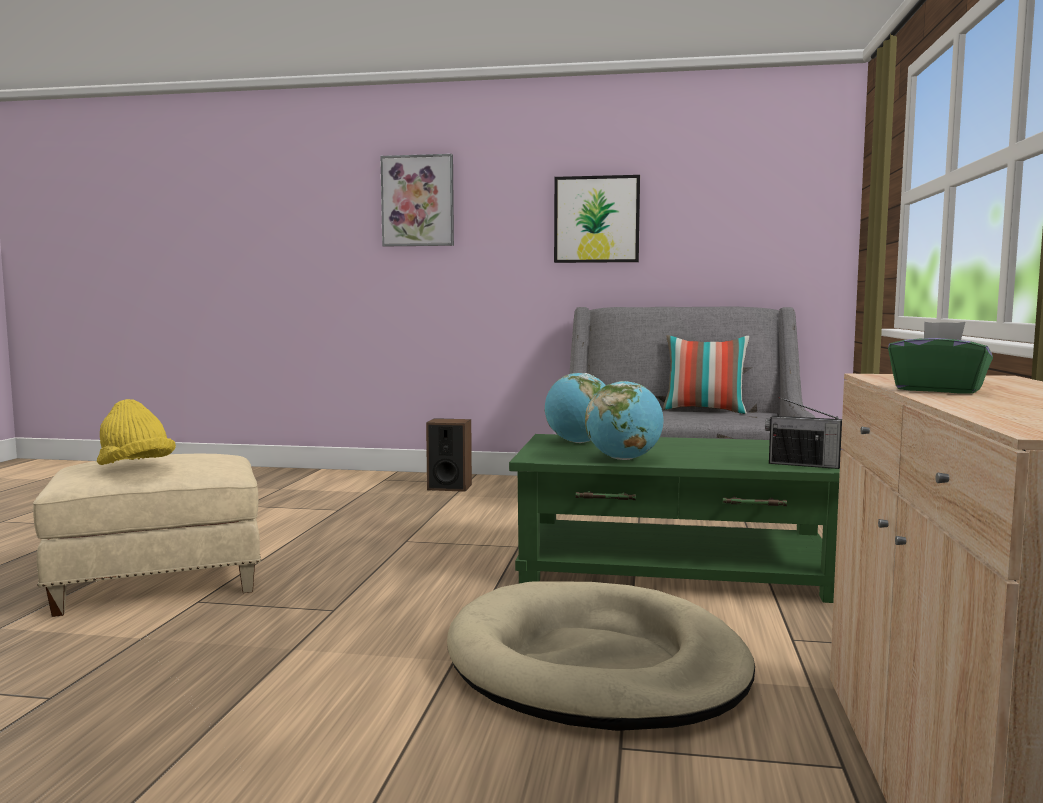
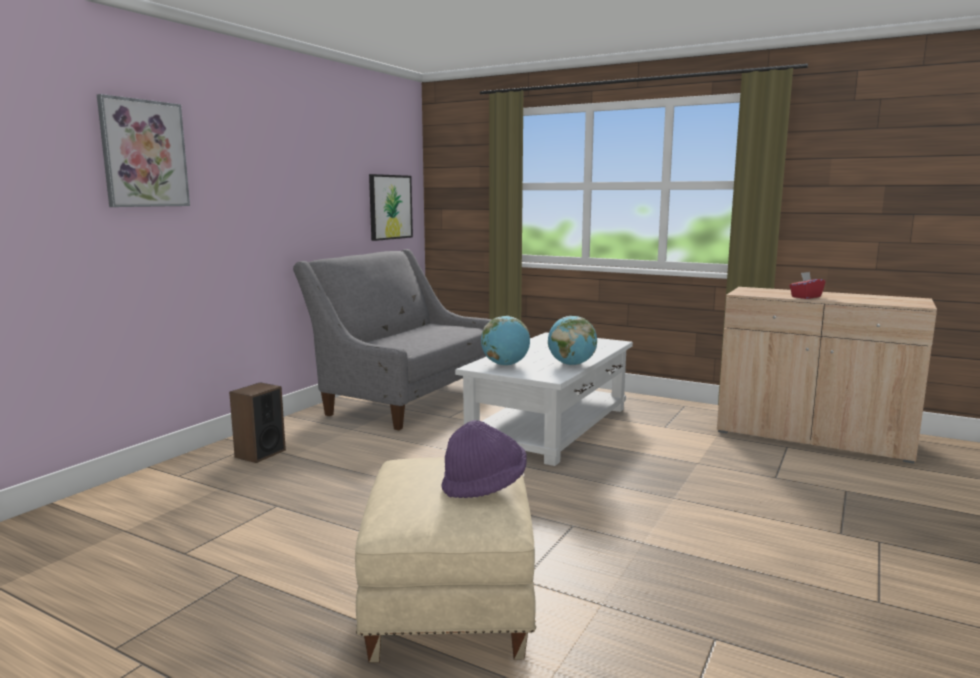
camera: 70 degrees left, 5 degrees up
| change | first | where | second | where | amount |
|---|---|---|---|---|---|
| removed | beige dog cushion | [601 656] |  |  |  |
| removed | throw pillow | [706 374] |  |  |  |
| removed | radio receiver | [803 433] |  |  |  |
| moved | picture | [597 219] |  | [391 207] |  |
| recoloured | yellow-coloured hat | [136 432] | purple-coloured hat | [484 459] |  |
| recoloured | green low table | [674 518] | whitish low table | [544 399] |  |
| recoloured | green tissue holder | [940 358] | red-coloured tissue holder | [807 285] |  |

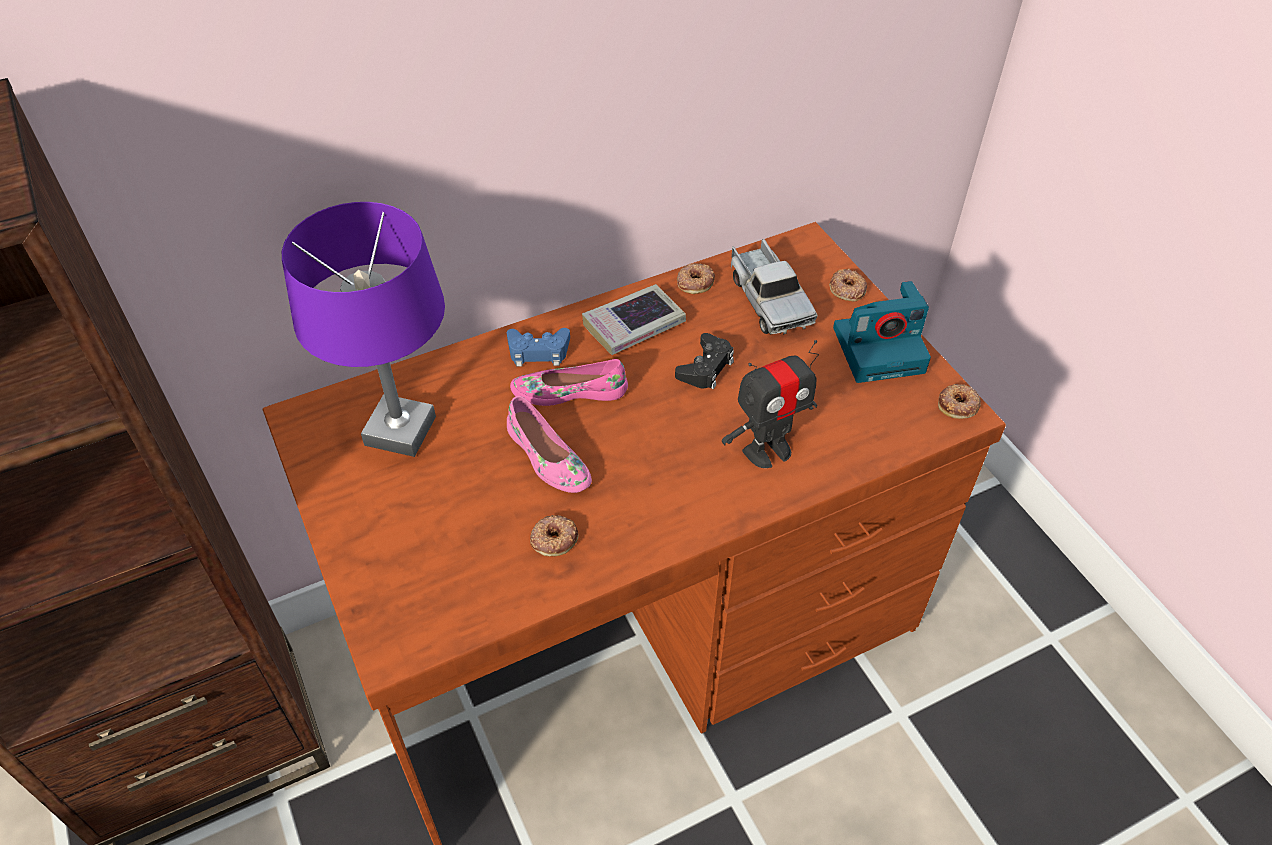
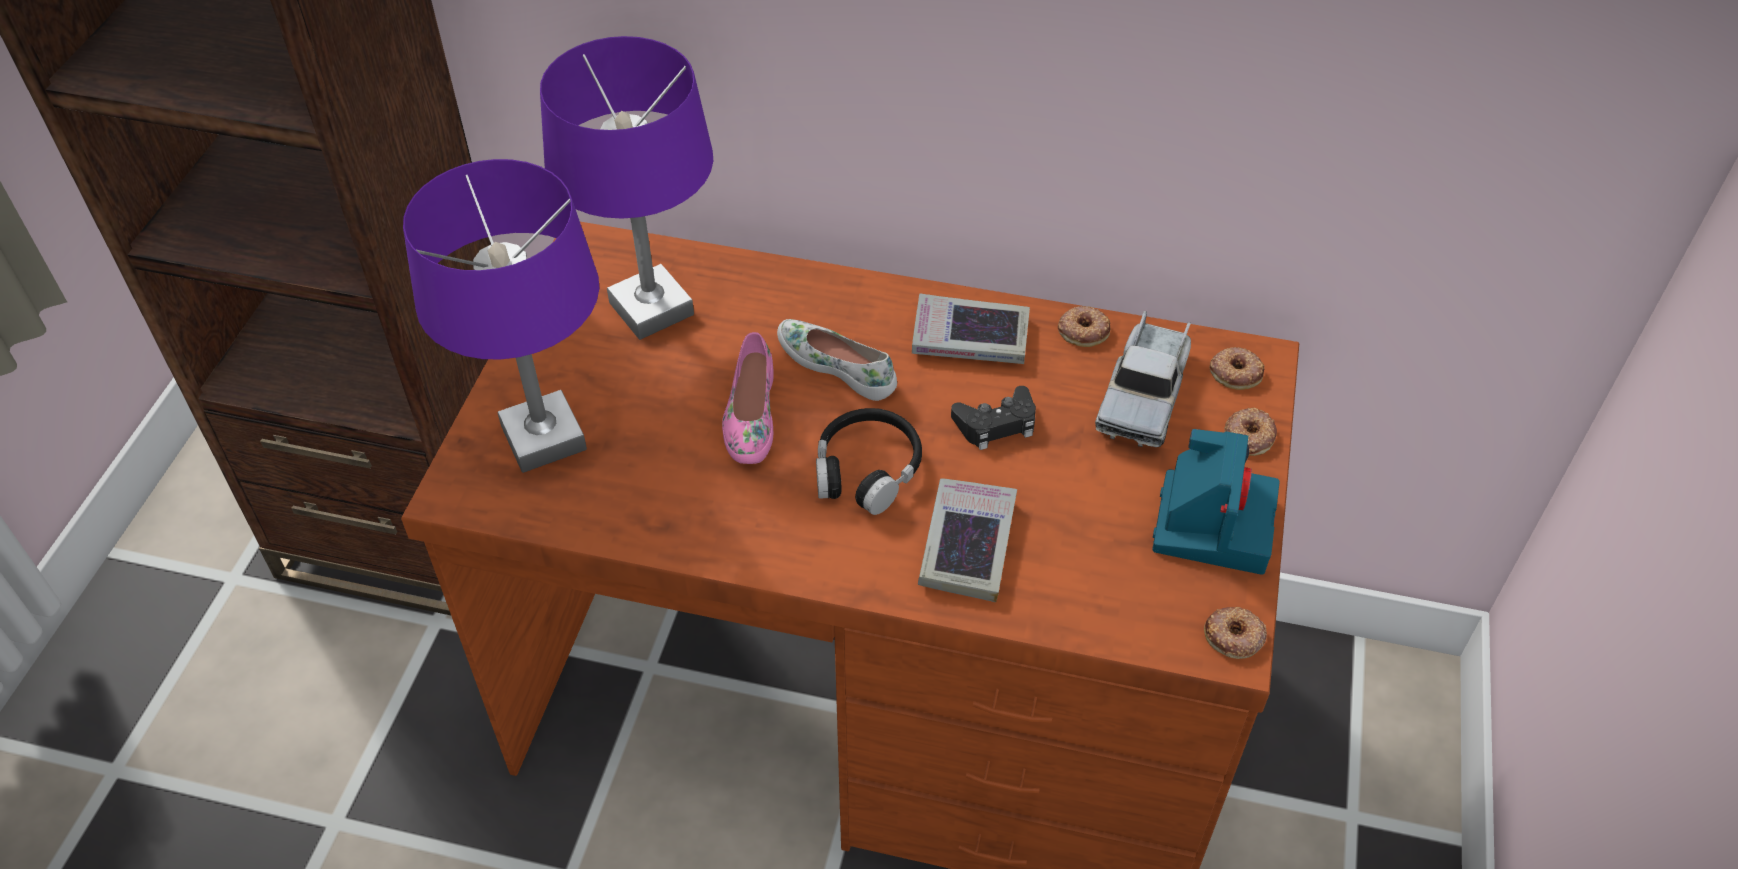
camera: 40 degrees right, 0 degrees up
| change | first | where | second | where | amount |
|---|---|---|---|---|---|
| removed | blue gamepad | [538 347] |  |  |  |
| added |  |  | purple-coloured tabletop lamp | [501 316] |  |
| added |  |  | black-coloured headphones | [869 461] |  |
| moved | donut | [554 535] |  | [1237 368] |  |
| replaced | robot figure | [770 404] | bound book | [967 540] |  |
| recoloured | pinkish shoe | [569 382] | whitish shoe | [837 360] |  |
| turned | photo camera | [882 332] |  | [1216 502] | 105 degrees counterclockwise |

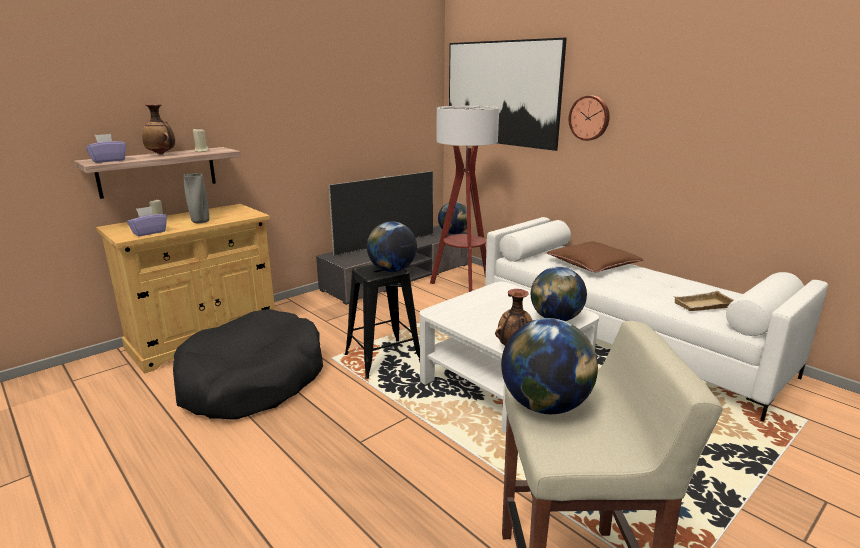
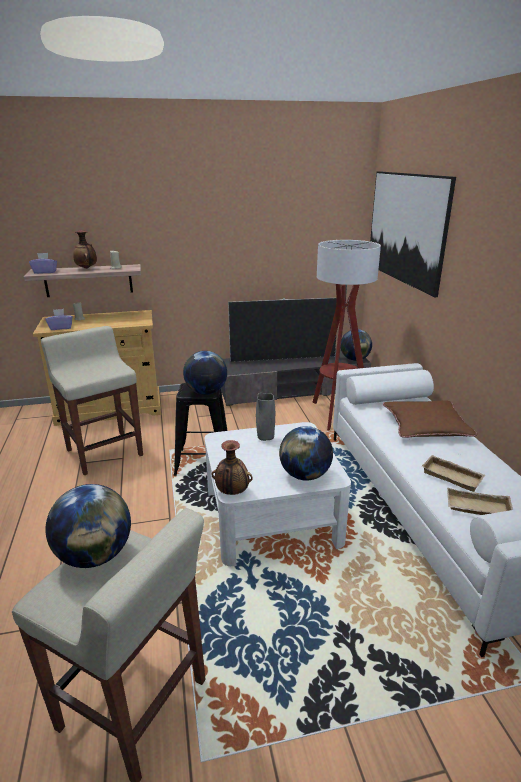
camera: 30 degrees right, 5 degrees up
| change | first | where | second | where | amount |
|---|---|---|---|---|---|
| removed | clock on the wall | [589 118] |  |  |  |
| added |  |  | beige serving tray | [453 473] |  |
| moved | gray vase | [196 198] |  | [265 417] |  |
| replaced | black-coloured dog cushion | [248 364] | beige stool seat | [92 400] |  |

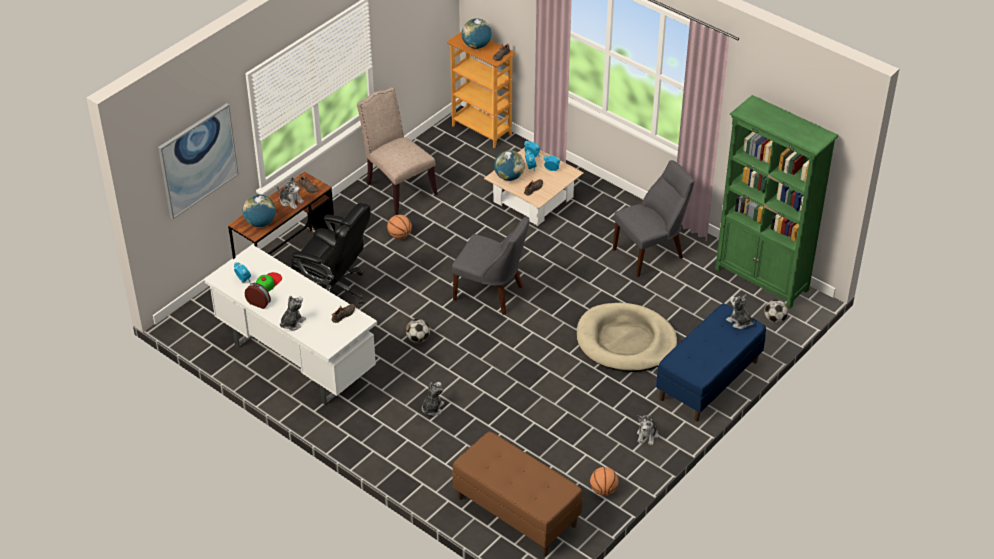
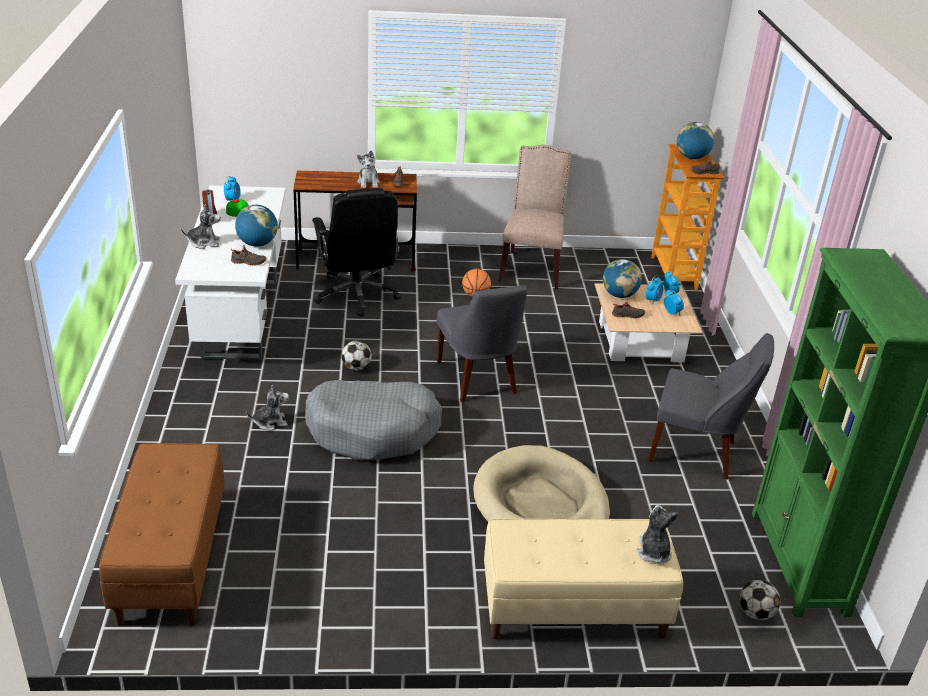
camera: 45 degrees right, 10 degrees down
| change | first | where | second | where | amount |
|---|---|---|---|---|---|
| removed | picture | [198 161] |  |  |  |
| removed | basketball ball | [604 481] |  |  |  |
| removed | cuddly toy | [647 429] |  |  |  |
| added |  |  | gray dog cushion | [373 420] |  |
| moved | desk globe | [259 211] |  | [256 226] |  |
| recoloured | blue bench | [711 362] | beige bench | [583 578] |  |

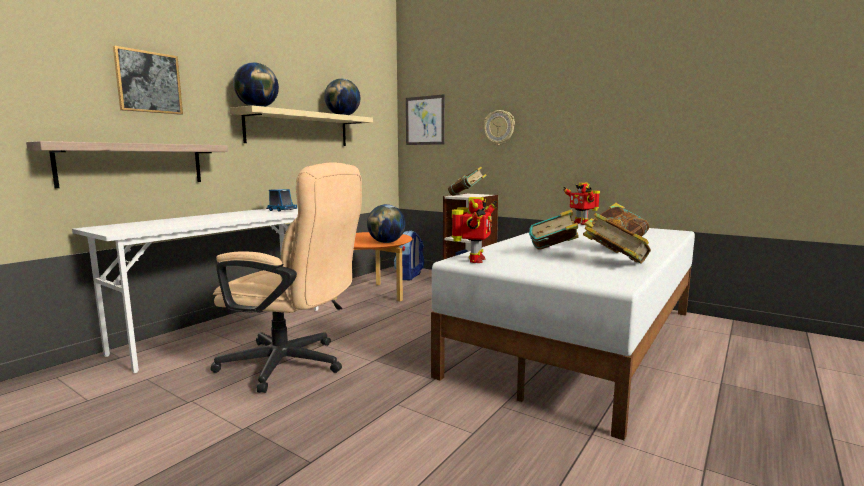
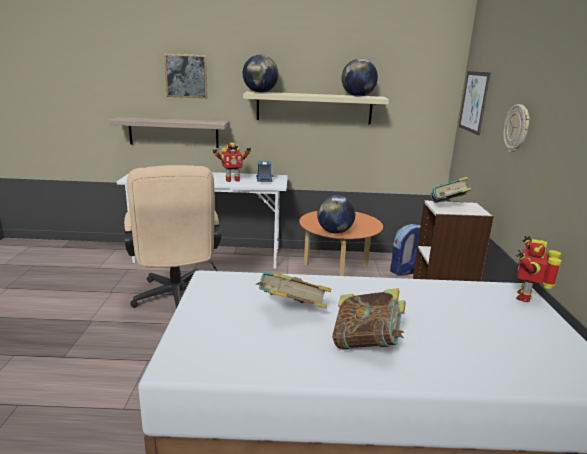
camera: 55 degrees right, 10 degrees up
| change | first | where | second | where | amount |
|---|---|---|---|---|---|
| removed | bound book | [618 238] |  |  |  |
| moved | robot figure | [475 230] |  | [231 162] |  |

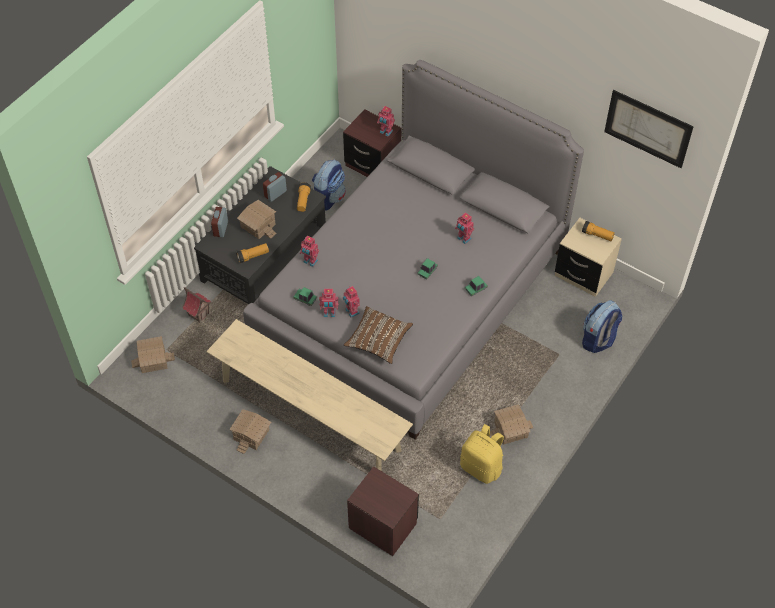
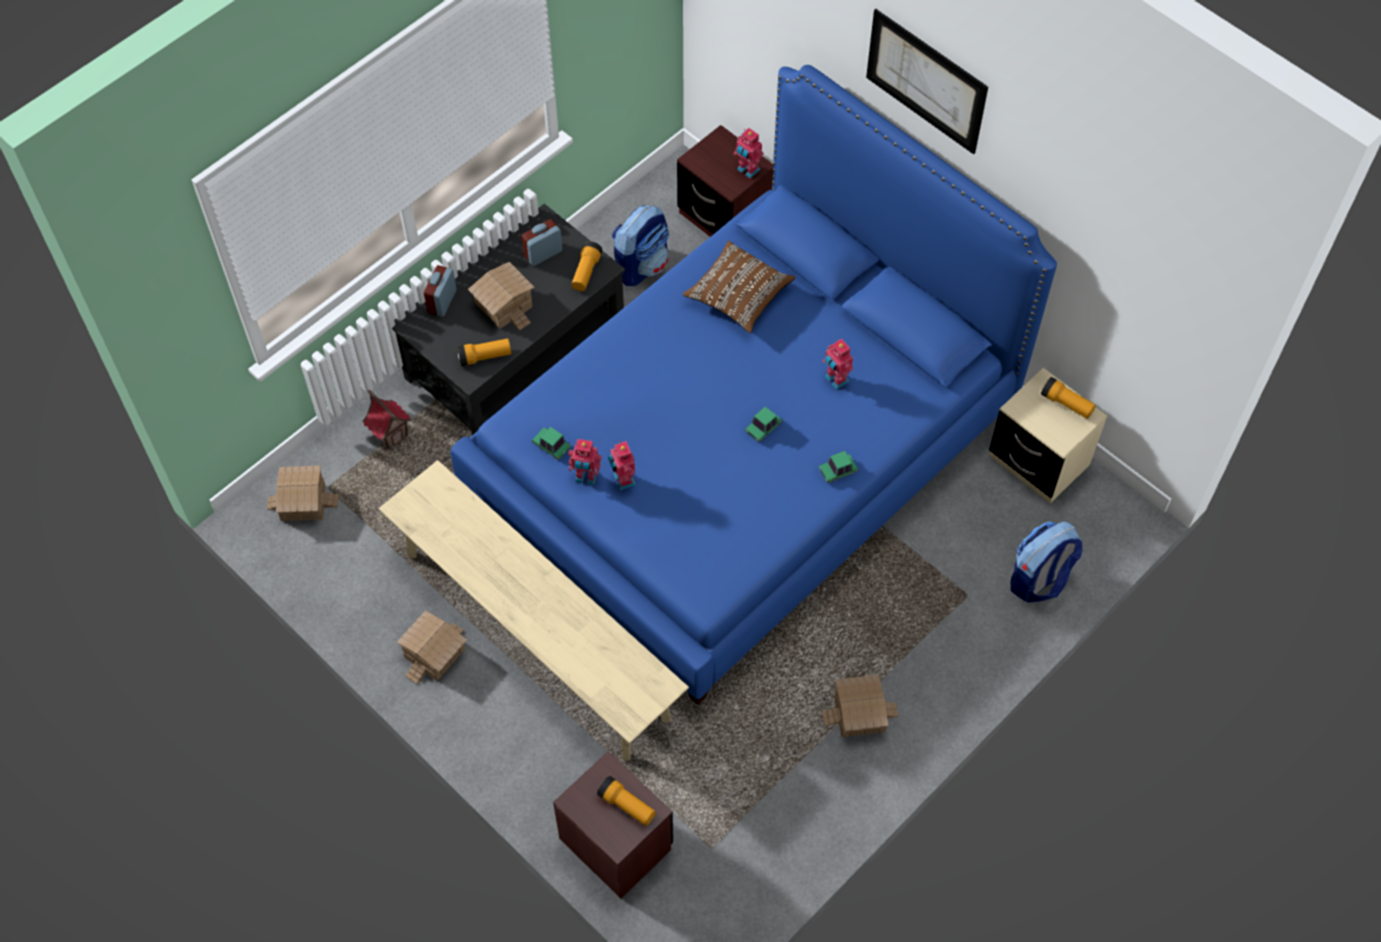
camera: 10 degrees right, 5 degrees up
| change | first | where | second | where | amount |
|---|---|---|---|---|---|
| removed | robot figure | [309 251] |  |  |  |
| removed | yellow-coloured rucksack | [482 454] |  |  |  |
| added |  |  | torch | [626 801] |  |
| moved | brown throw pillow | [378 335] |  | [739 287] |  |
| moved | picture | [649 129] |  | [927 81] |  |
| recoloured | gray sleeping bed | [413 249] | blue sleeping bed | [753 385] |  |

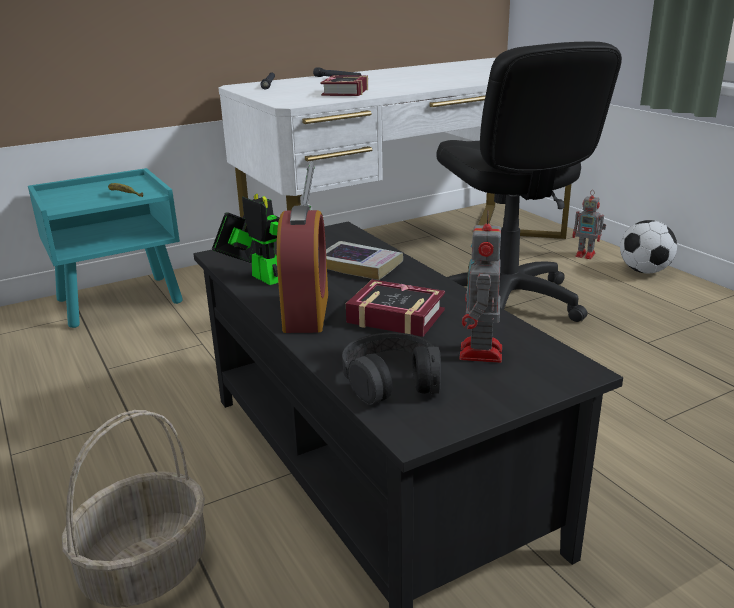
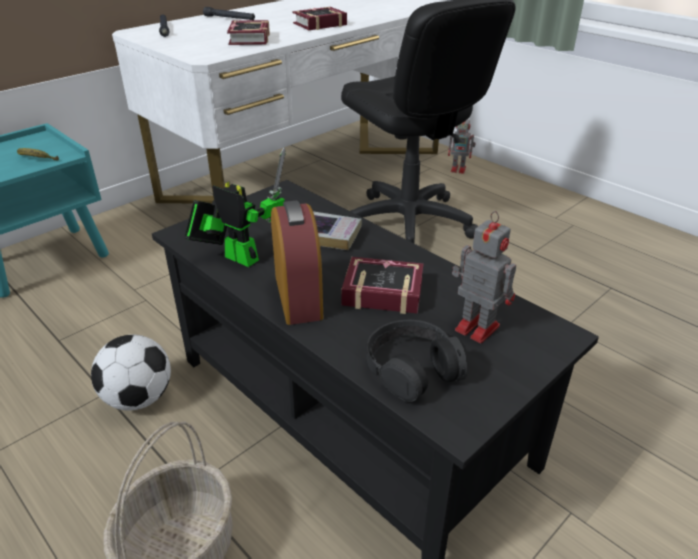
camera: 15 degrees left, 10 degrees up
| change | first | where | second | where | amount |
|---|---|---|---|---|---|
| added |  |  | bound book | [319 18] |  |
| moved | football | [648 246] |  | [131 373] |  |
| turned | robot figure | [480 286] |  | [484 277] | 135 degrees clockwise |

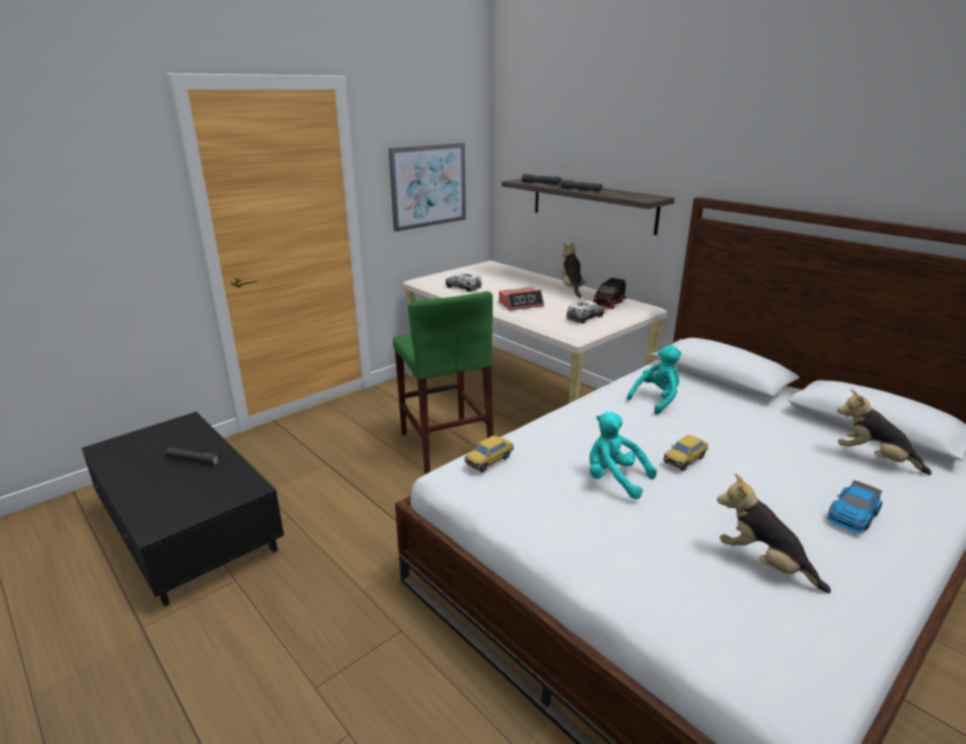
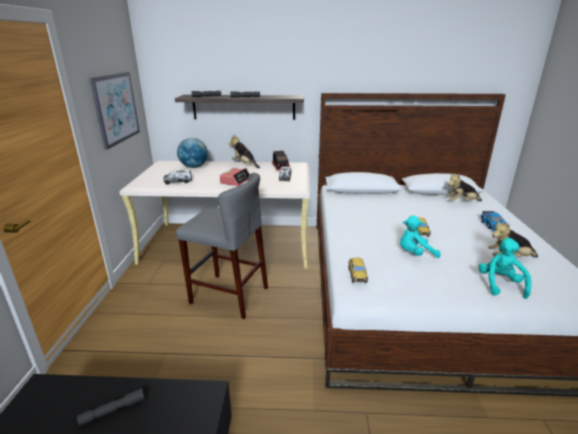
camera: 45 degrees left, 0 degrees up
| change | first | where | second | where | amount |
|---|---|---|---|---|---|
| added |  |  | desk globe | [192 153] |  |
| moved | blue-green cuddly toy | [654 380] |  | [505 268] |  |
| recoloured | green stool seat | [443 382] | gray stool seat | [222 246] |  |

